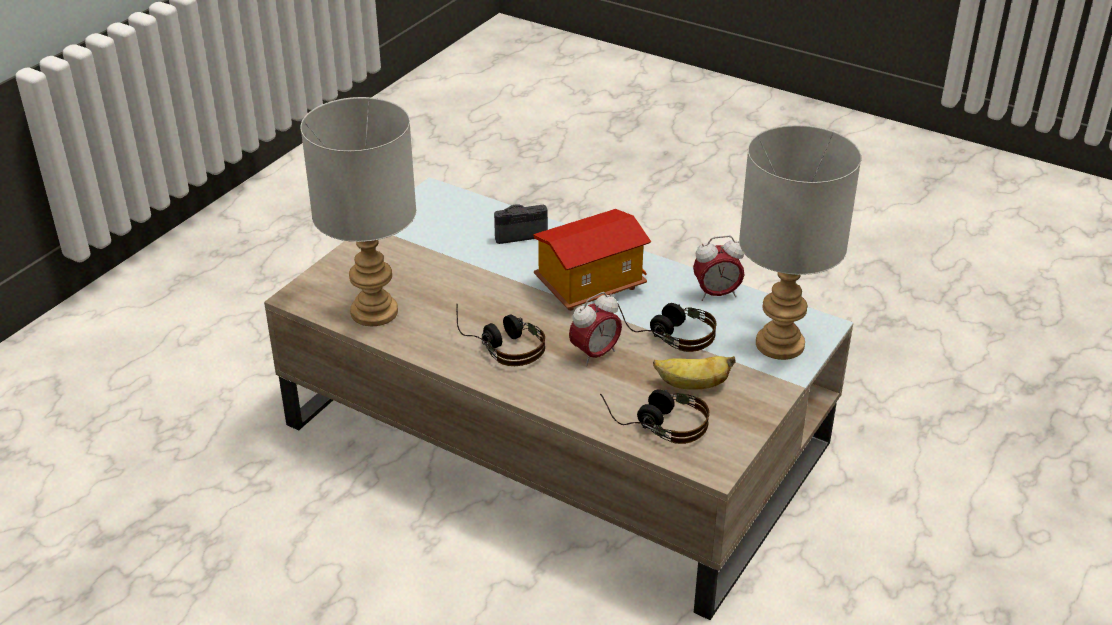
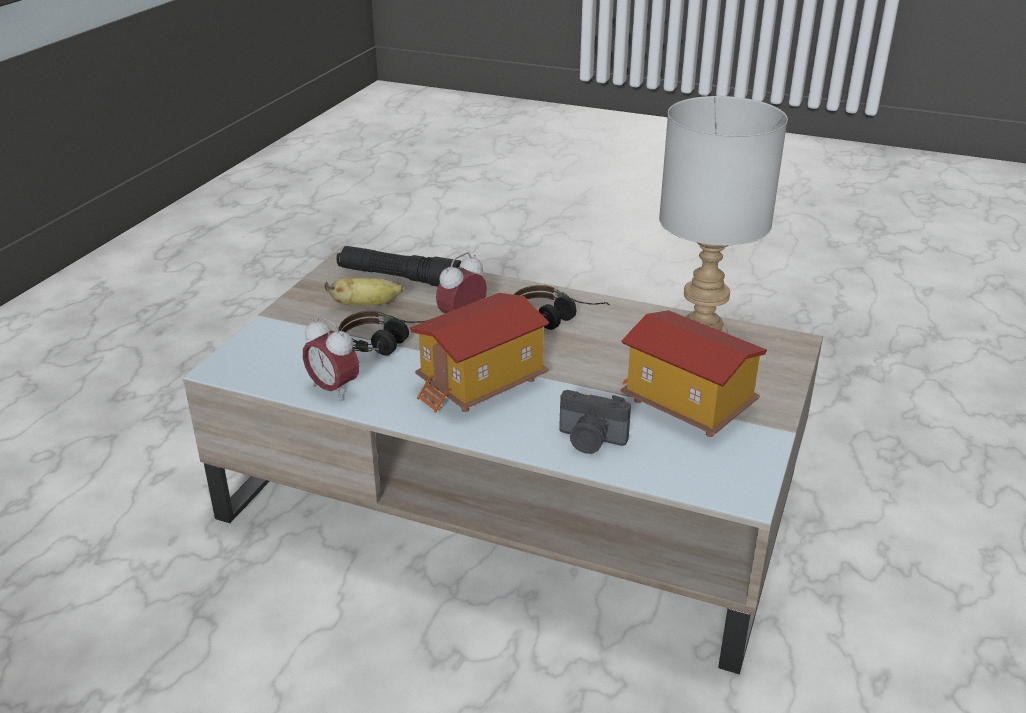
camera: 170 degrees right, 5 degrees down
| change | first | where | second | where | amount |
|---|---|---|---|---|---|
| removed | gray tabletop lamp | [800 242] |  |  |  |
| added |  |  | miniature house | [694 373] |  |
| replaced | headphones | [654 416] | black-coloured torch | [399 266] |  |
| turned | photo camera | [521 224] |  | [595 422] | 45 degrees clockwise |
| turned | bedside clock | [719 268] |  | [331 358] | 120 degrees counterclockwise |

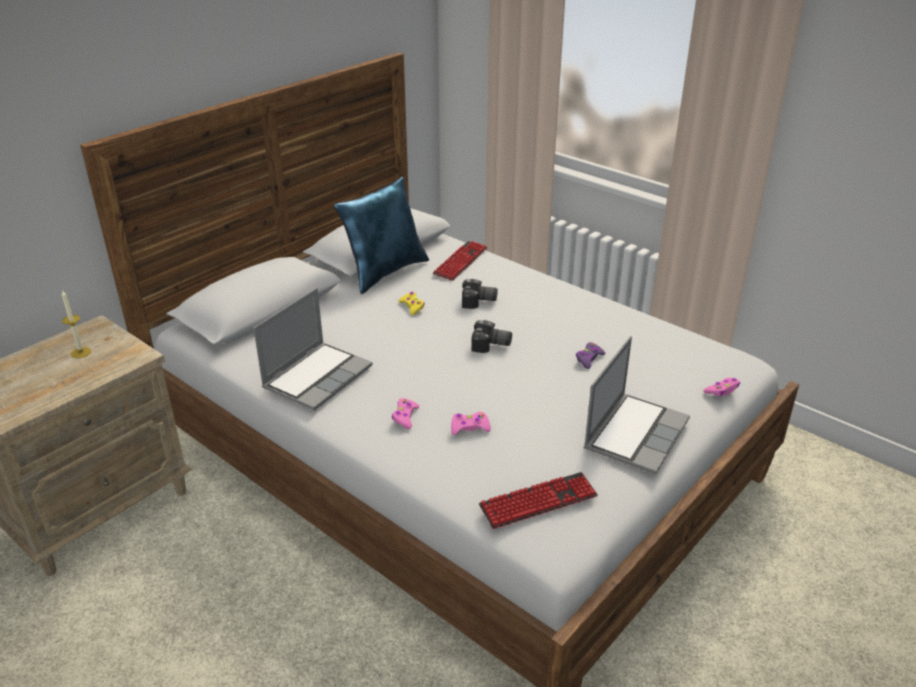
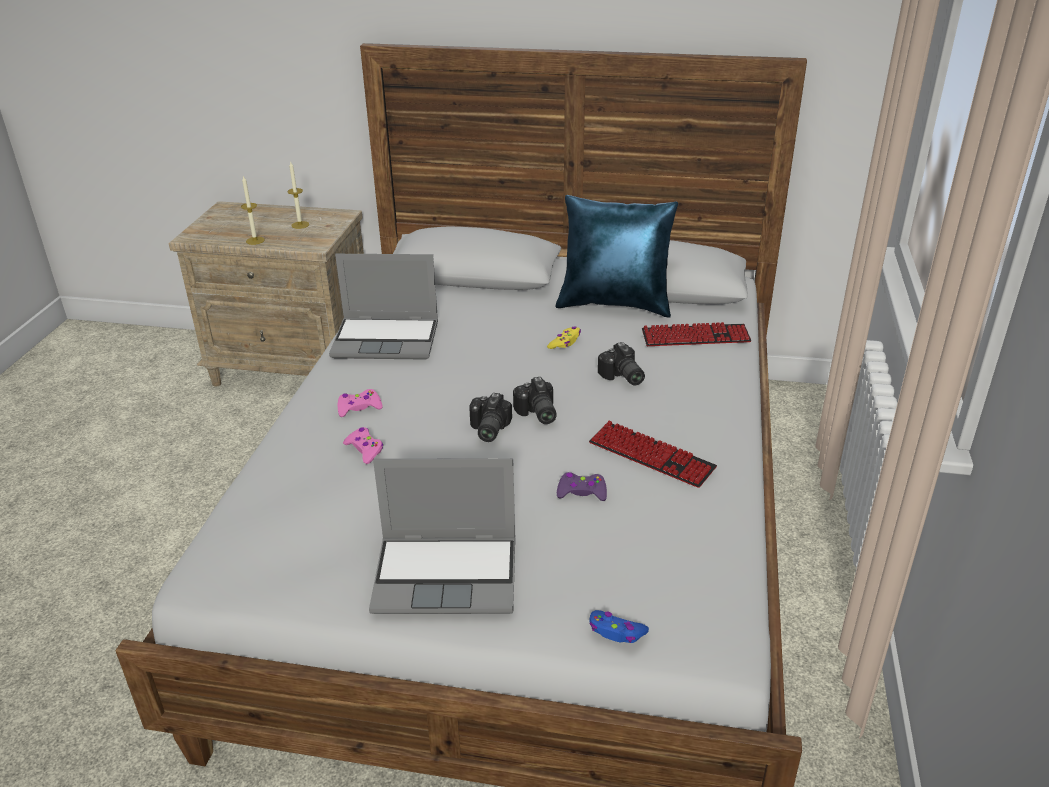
camera: 60 degrees right, 0 degrees up
| change | first | where | second | where | amount |
|---|---|---|---|---|---|
| added |  |  | candle | [253 210] |  |
| added |  |  | photo camera | [490 417] |  |
| moved | keyboard | [538 500] |  | [653 454] |  |
| recoloured | pinkish gamepad | [721 387] | blue gamepad | [619 626] |  |

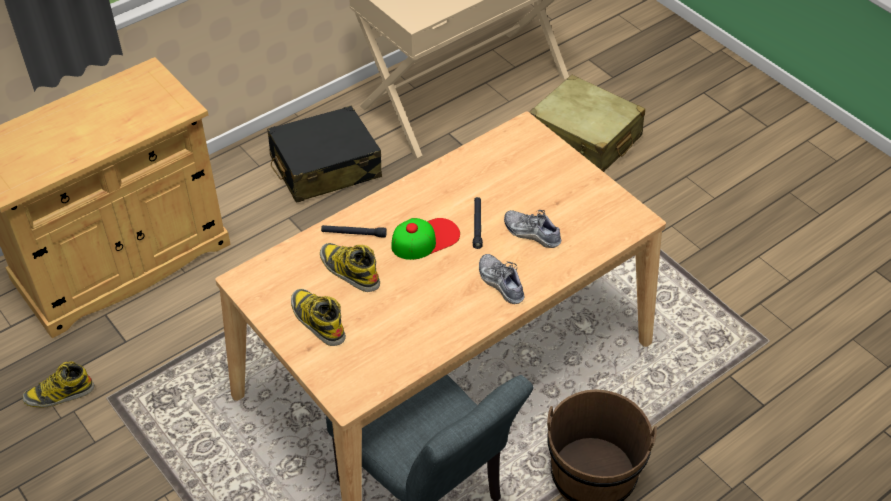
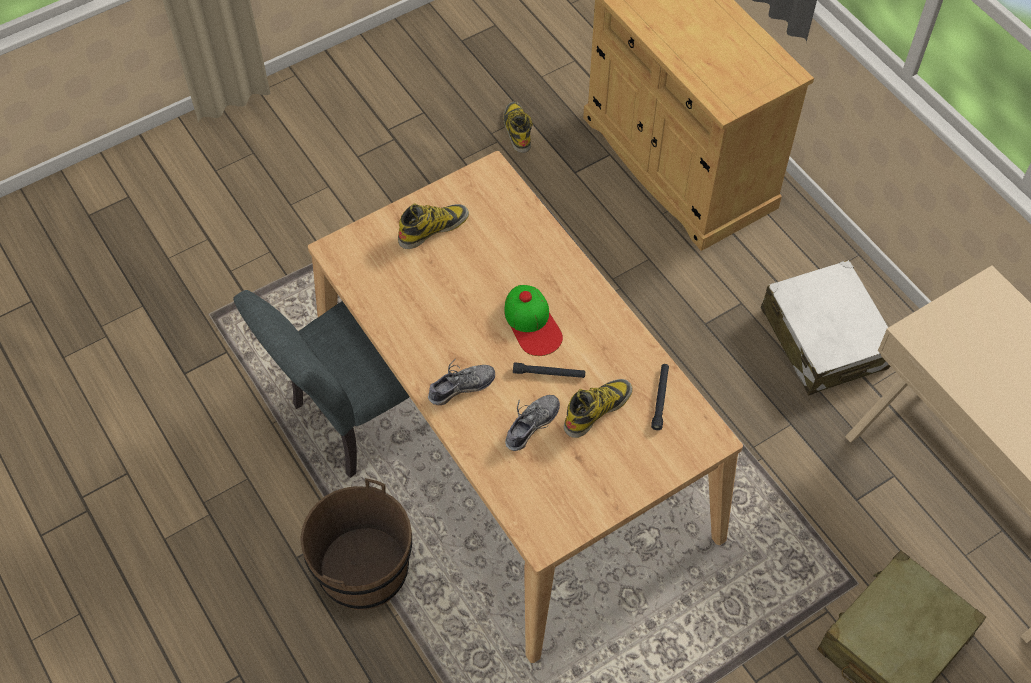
camera: 95 degrees right, 10 degrees up
| change | first | where | second | where | amount |
|---|---|---|---|---|---|
| moved | tall boot | [350 267] |  | [598 408] |  |
| moved | black-coloured torch | [354 231] |  | [660 397] |  |
| recoloured | black-coloured travel case | [324 154] | whitish travel case | [825 327] |  |

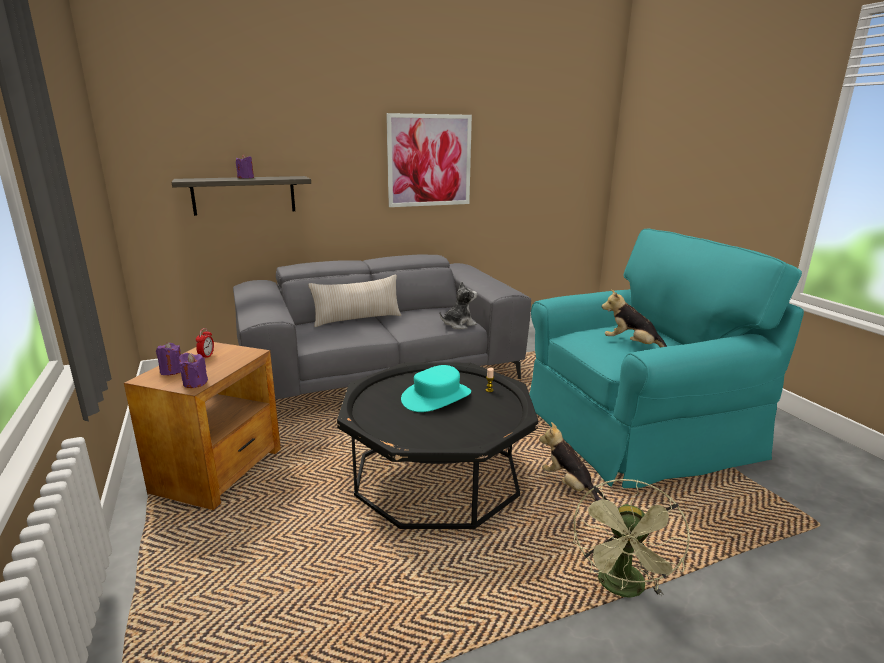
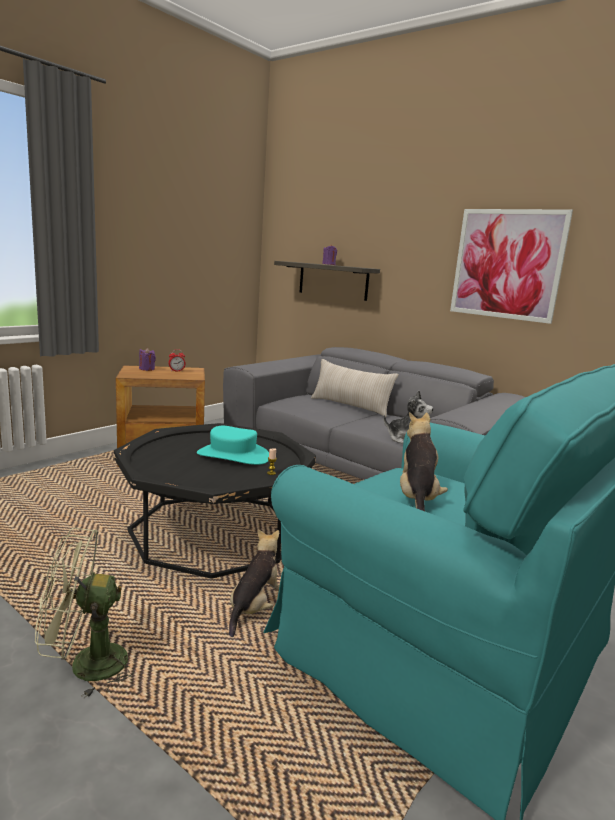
camera: 60 degrees right, 5 degrees down
| change | first | where | second | where | amount |
|---|---|---|---|---|---|
| removed | purple-coloured candle | [193 370] |  |  |  |

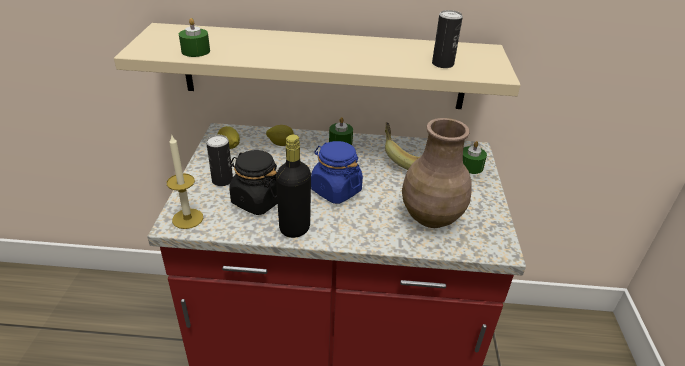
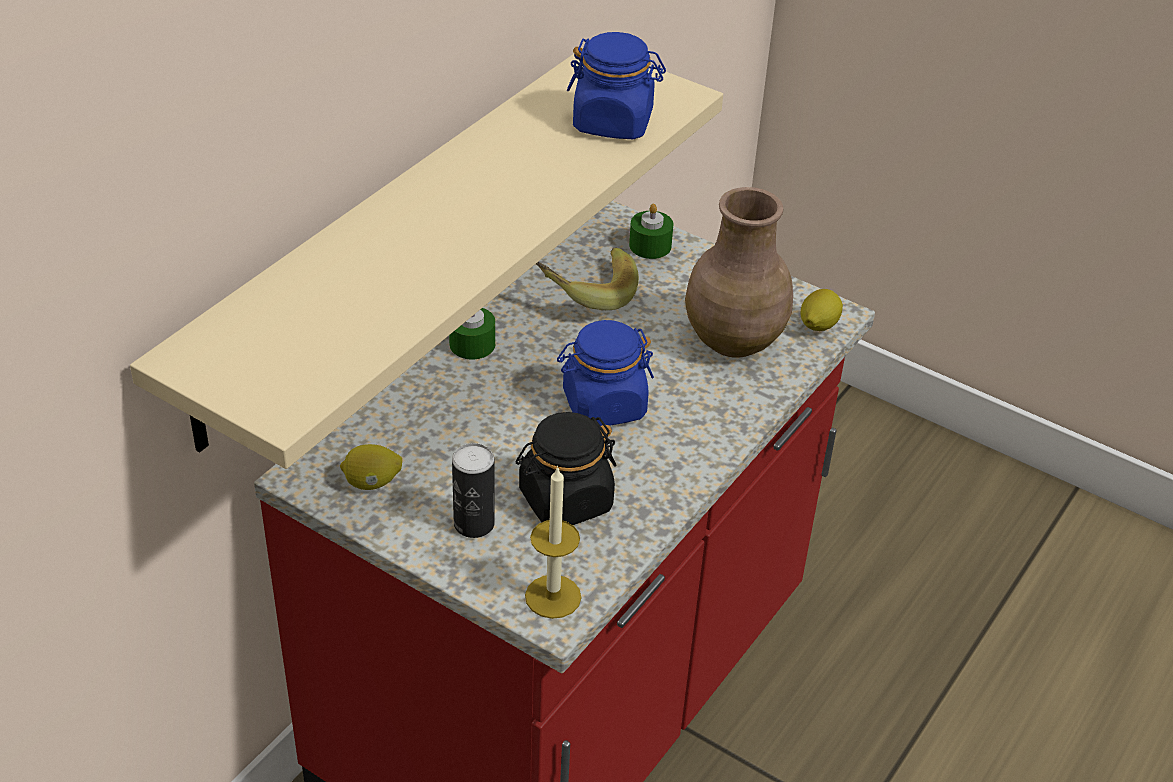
camera: 60 degrees left, 5 degrees up
| change | first | where | second | where | amount |
|---|---|---|---|---|---|
| removed | green candle | [194 37] |  |  |  |
| removed | black-coloured beverage bottle | [293 186] |  |  |  |
| moved | citrus fruit | [280 135] |  | [822 310] |  |
| replaced | metal can | [447 39] | blue preserve jar | [616 85] |  |

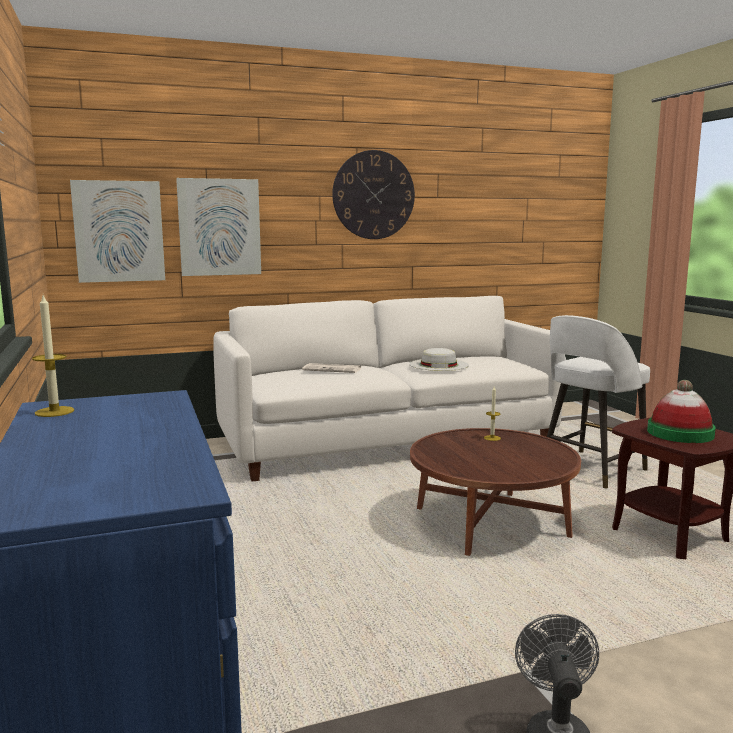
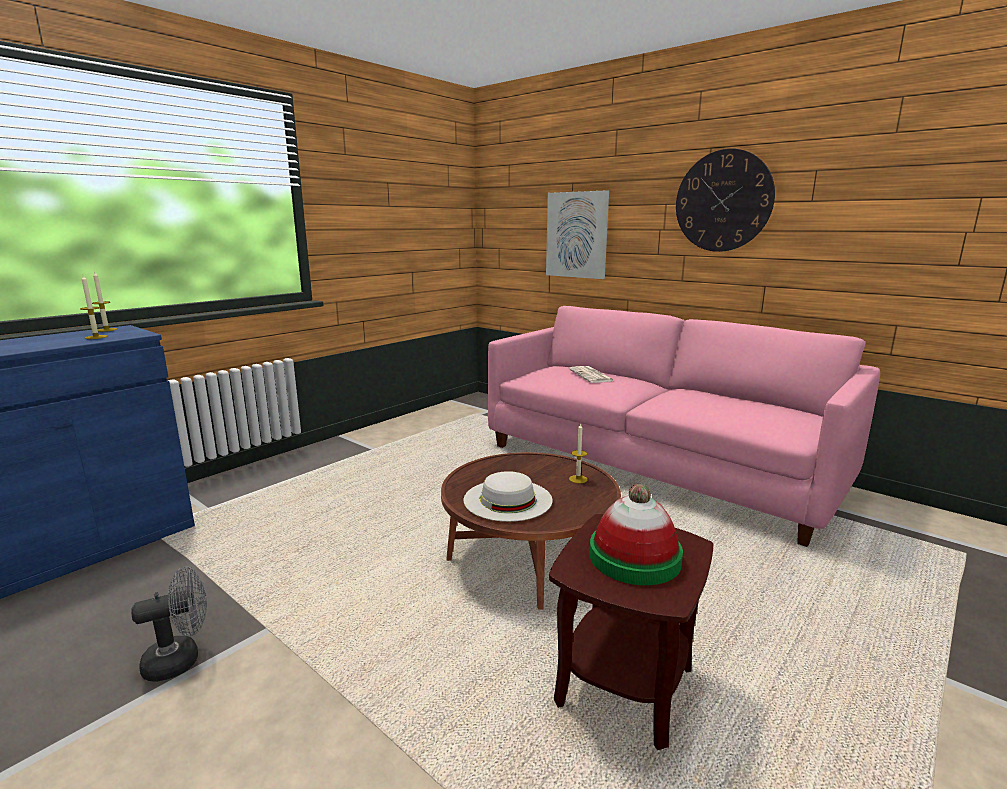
camera: 60 degrees right, 5 degrees up
| change | first | where | second | where | amount |
|---|---|---|---|---|---|
| removed | picture | [117 231] |  |  |  |
| removed | whitish stool seat | [598 401] |  |  |  |
| added |  |  | candle | [94 307] |  |
| moved | whitish hat | [439 359] |  | [508 496] |  |
| recoloured | whitish couch | [387 389] | pinkish couch | [684 426] |  |

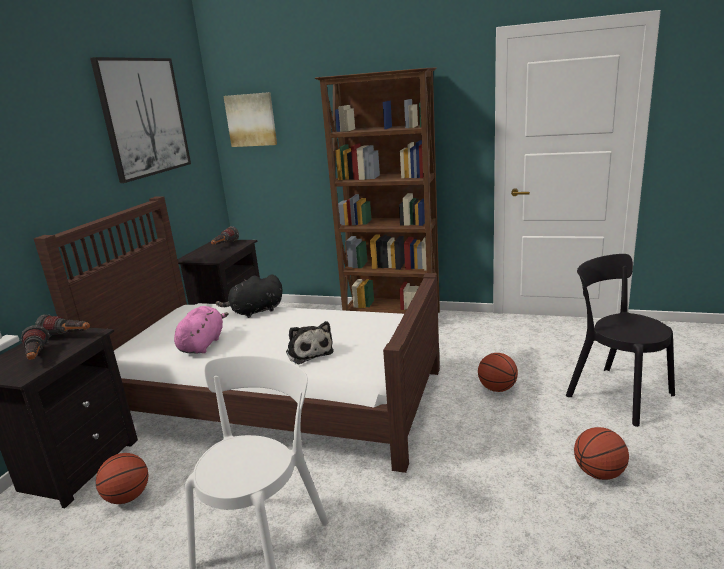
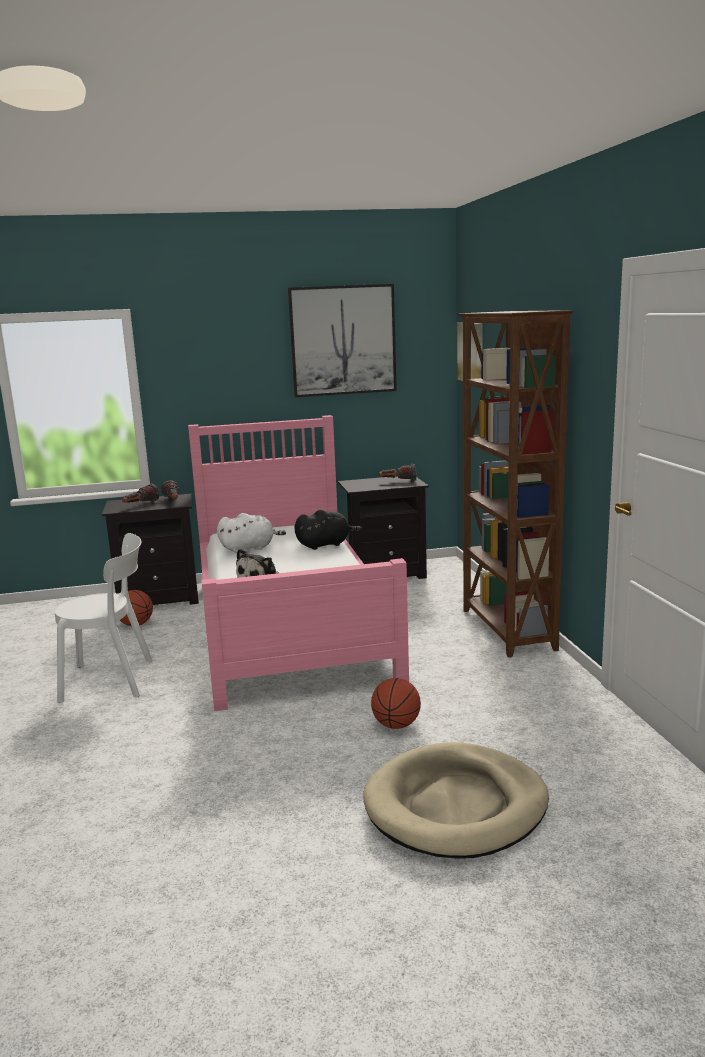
camera: 60 degrees right, 5 degrees down
| change | first | where | second | where | amount |
|---|---|---|---|---|---|
| removed | basketball ball | [601 453] |  |  |  |
| replaced | black-coloured plain chair | [620 340] | beige dog cushion | [456 800] |  |
| recoloured | brown sleeping bed | [237 334] | pinkish sleeping bed | [298 563] |  |
| recoloured | pinkish cuddly toy | [201 330] | whitish cuddly toy | [251 533] |  |
| turned | black-coloured cuddly toy | [249 296] |  | [328 530] | 120 degrees clockwise |

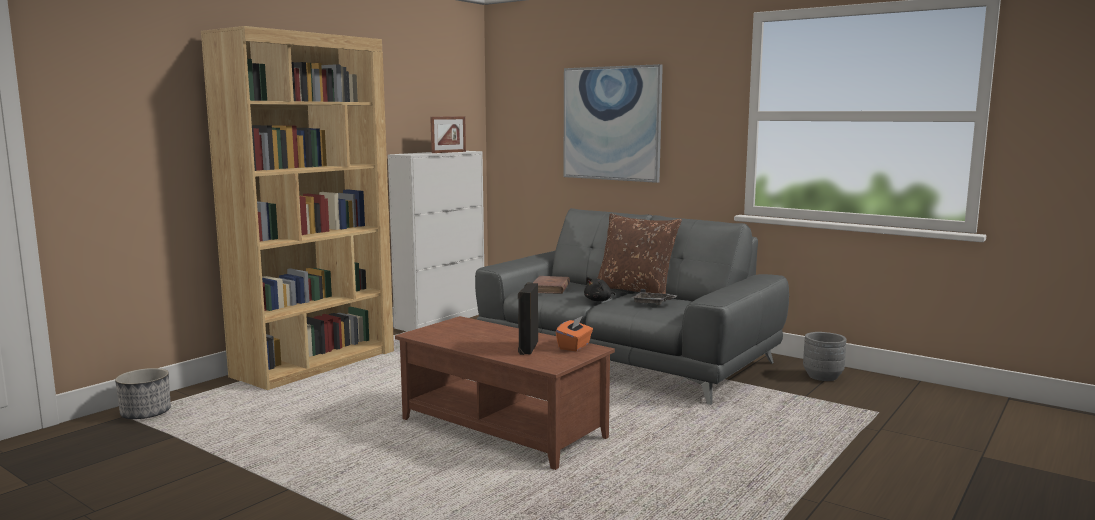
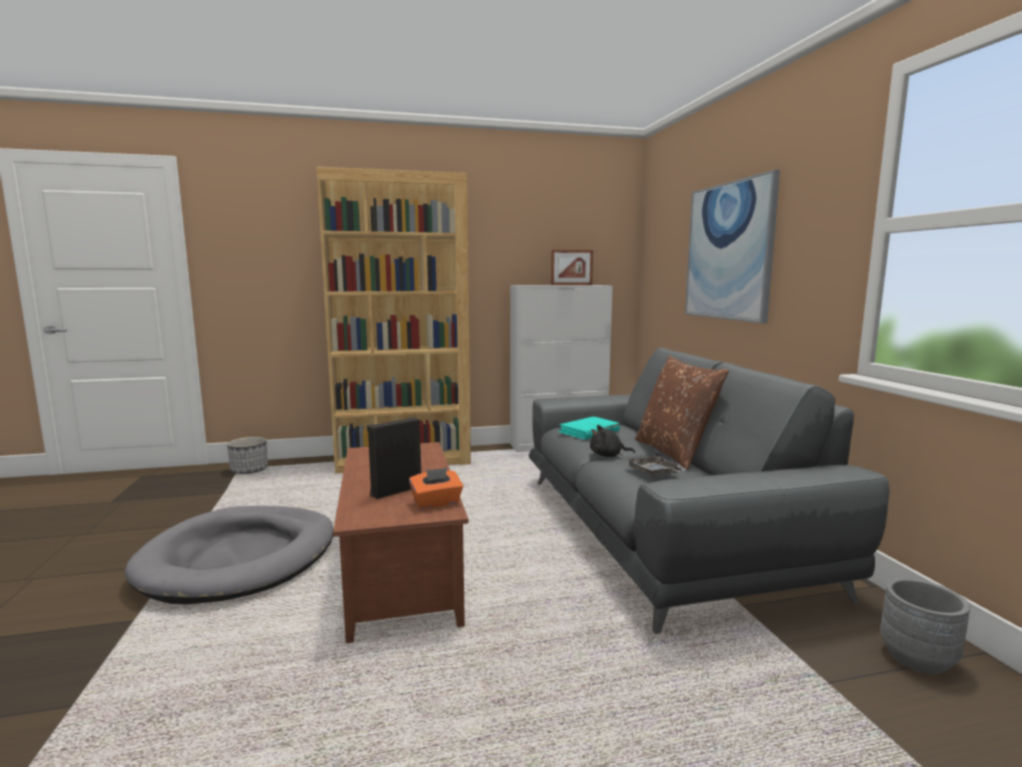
camera: 40 degrees right, 0 degrees up
| change | first | where | second | where | amount |
|---|---|---|---|---|---|
| added |  |  | gray dog cushion | [229 555] |  |
| recoloured | brown bound book | [551 285] | blue-green bound book | [589 428] |  |

